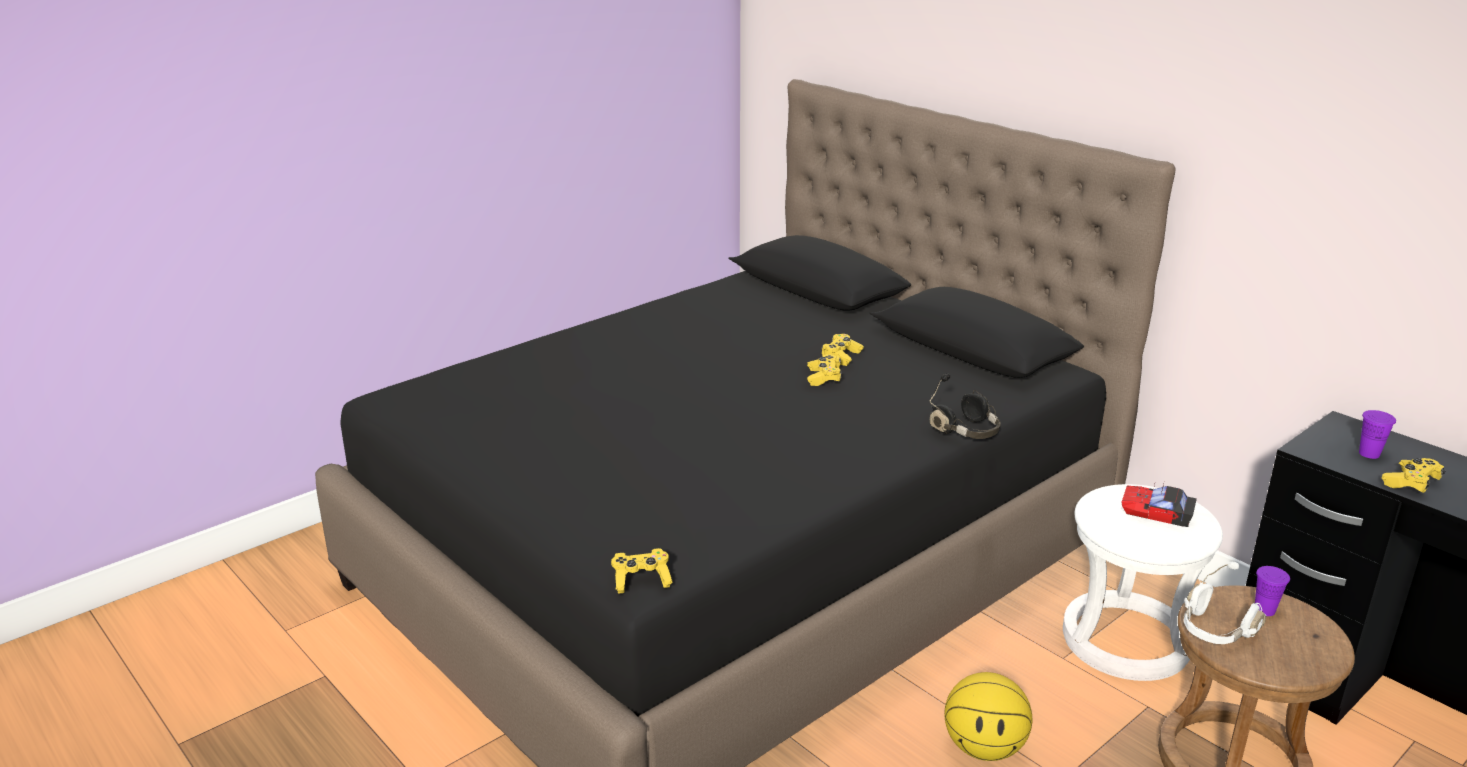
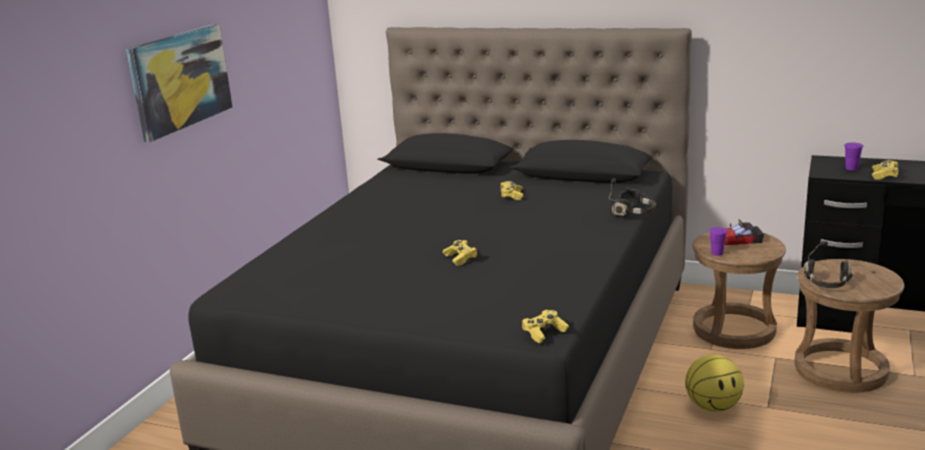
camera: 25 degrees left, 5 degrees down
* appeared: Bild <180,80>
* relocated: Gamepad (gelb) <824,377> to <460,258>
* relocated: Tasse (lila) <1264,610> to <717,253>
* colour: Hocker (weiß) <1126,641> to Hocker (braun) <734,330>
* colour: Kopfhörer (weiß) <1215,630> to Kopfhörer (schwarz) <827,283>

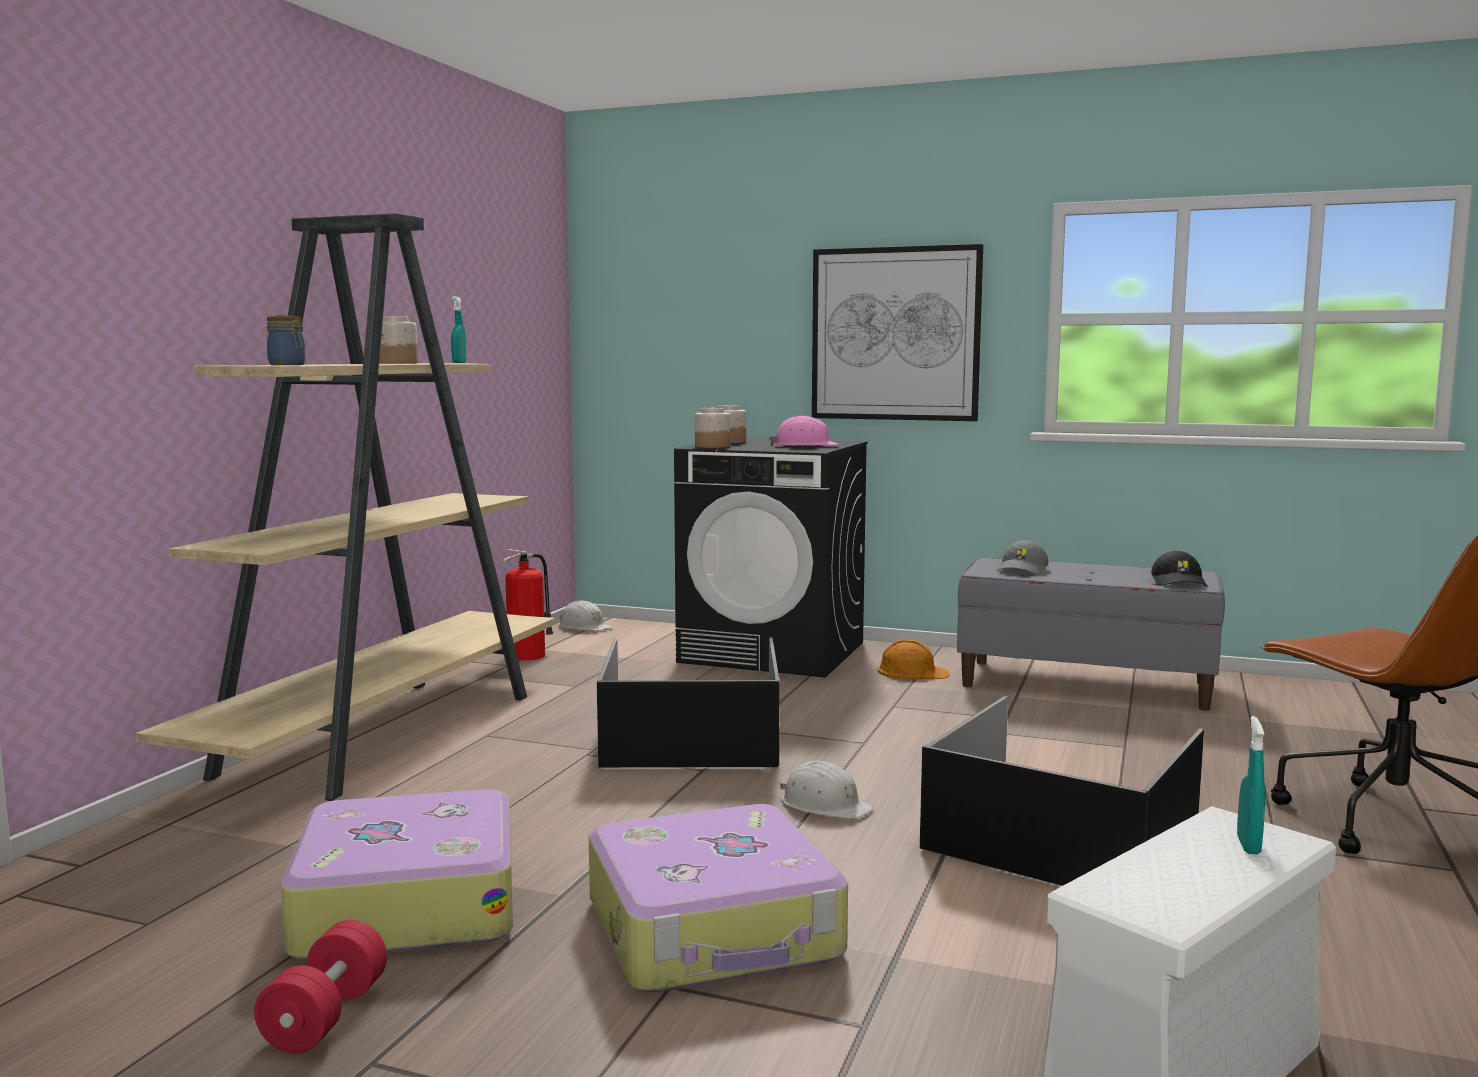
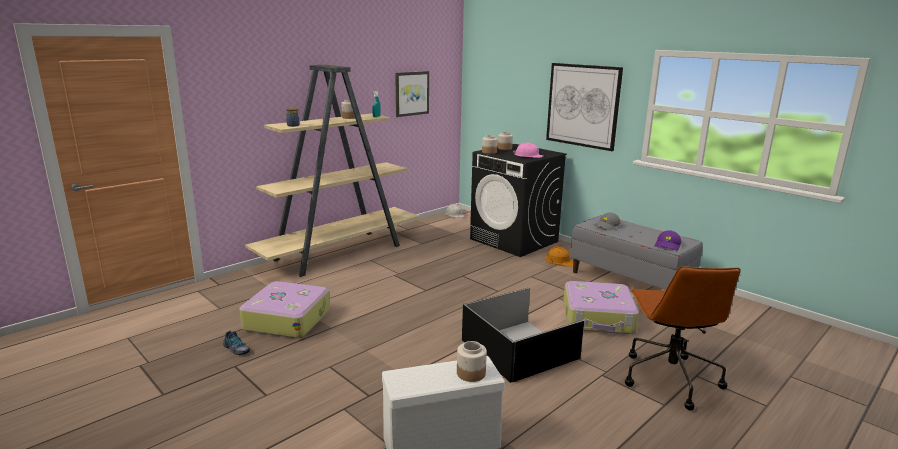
camera: 25 degrees right, 10 degrees up
* missing: Feuerlöscher <528,655>
* missing: Aufbewahrungsbox (schwarz) <694,739>
* missing: Schutzhelm (weiß) <825,805>
* appeared: Bild <411,93>
* relocated: Koffer <715,929> to <598,318>
* exchanged: Hantel (rot) <325,1016> to Schuh <236,349>
* exchanged: Sprühflasche (türkis) <1248,845> to Vorratsglas <471,373>
* colour: Kappe (schwarz) <1179,583> to Kappe (lila) <668,246>

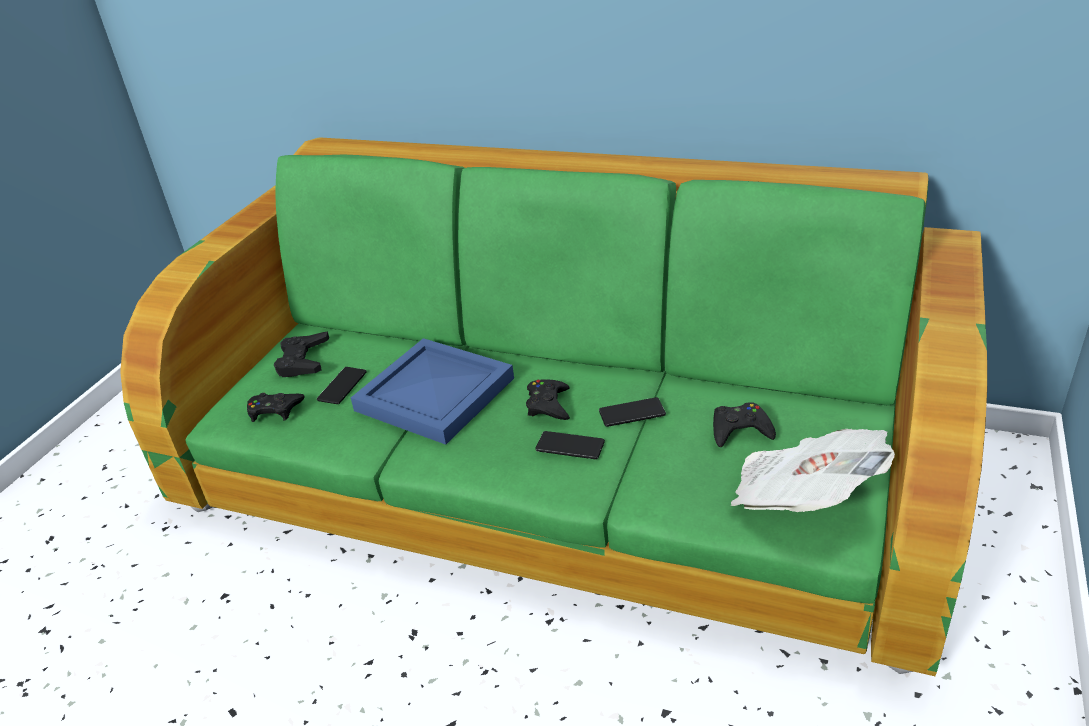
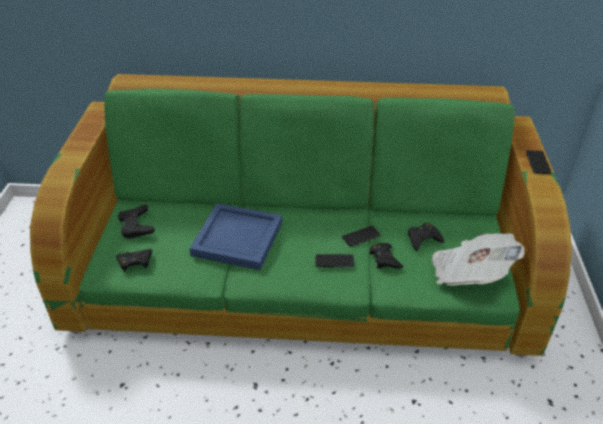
camera: 20 degrees left, 5 degrees up
* relocated: Handy <342,386> to <538,162>
* relocated: Gamepad (schwarz) <548,405> to <384,259>

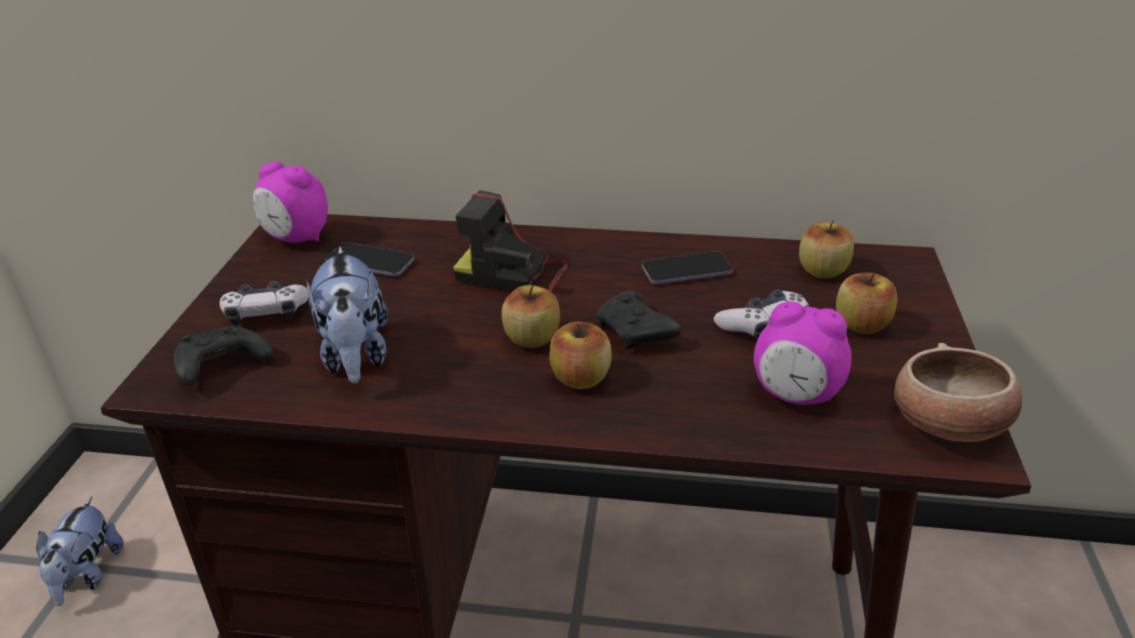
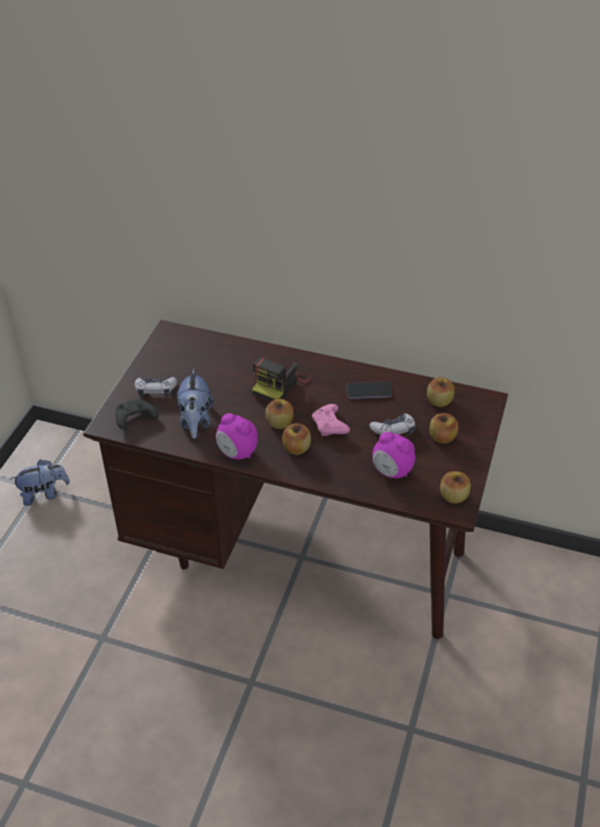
camera: 10 degrees right, 10 degrees up
* missing: Handy <370,262>
* relocated: Wecker <296,238> to <237,453>
* exchanged: Schüssel <947,425> to Apfel <453,496>
* colour: Gamepad (schwarz) <635,333> to Gamepad (rosa) <330,426>
* spun: Plüschtier <87,575> = <44,494> 120 degrees counterclockwise
* spun: Kamera <514,278> = <279,384> 90 degrees counterclockwise

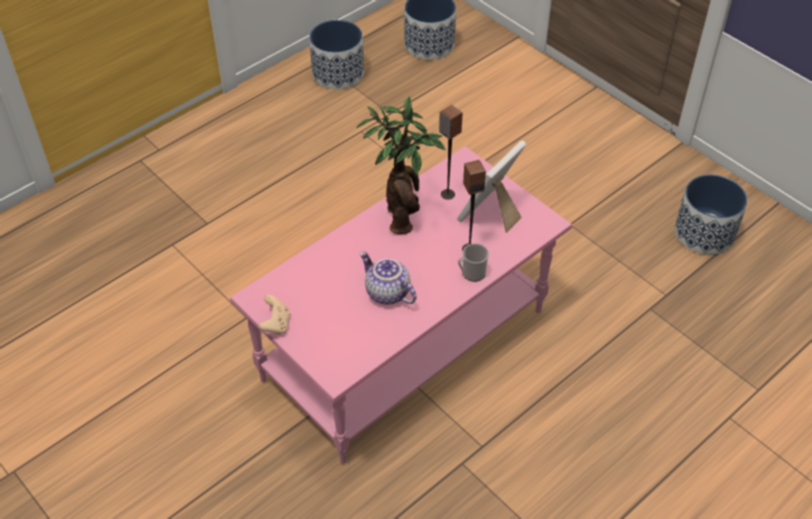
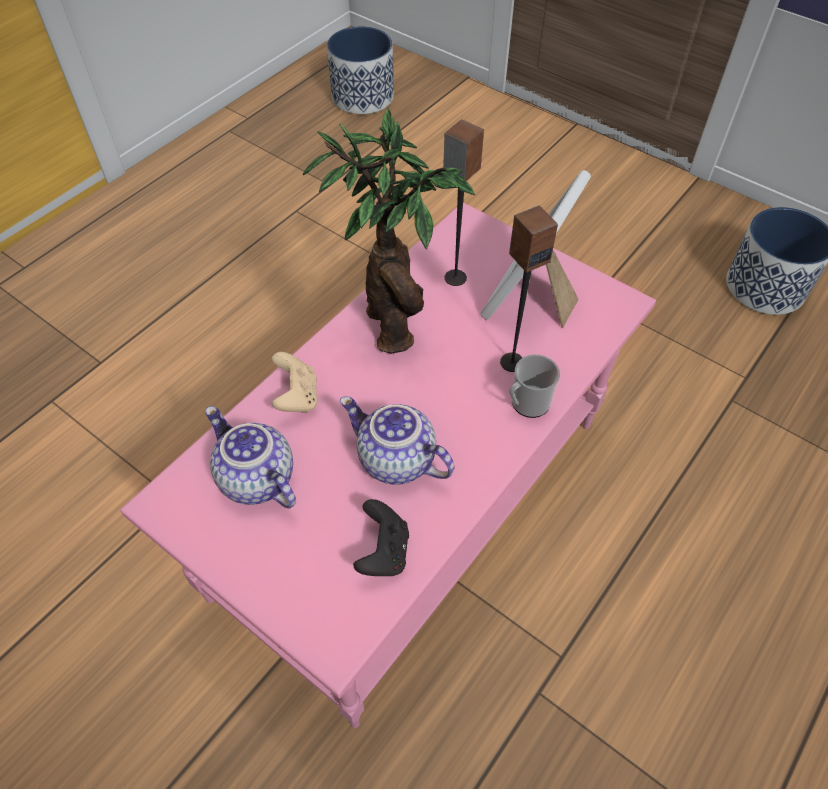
camera: 10 degrees left, 5 degrees up
* missing: Pflanzkübel <337,73>
* appeared: Teekanne <255,479>
* appeared: Gamepad (schwarz) <383,552>
* relocated: Gamepad (beige) <276,324> to <297,397>

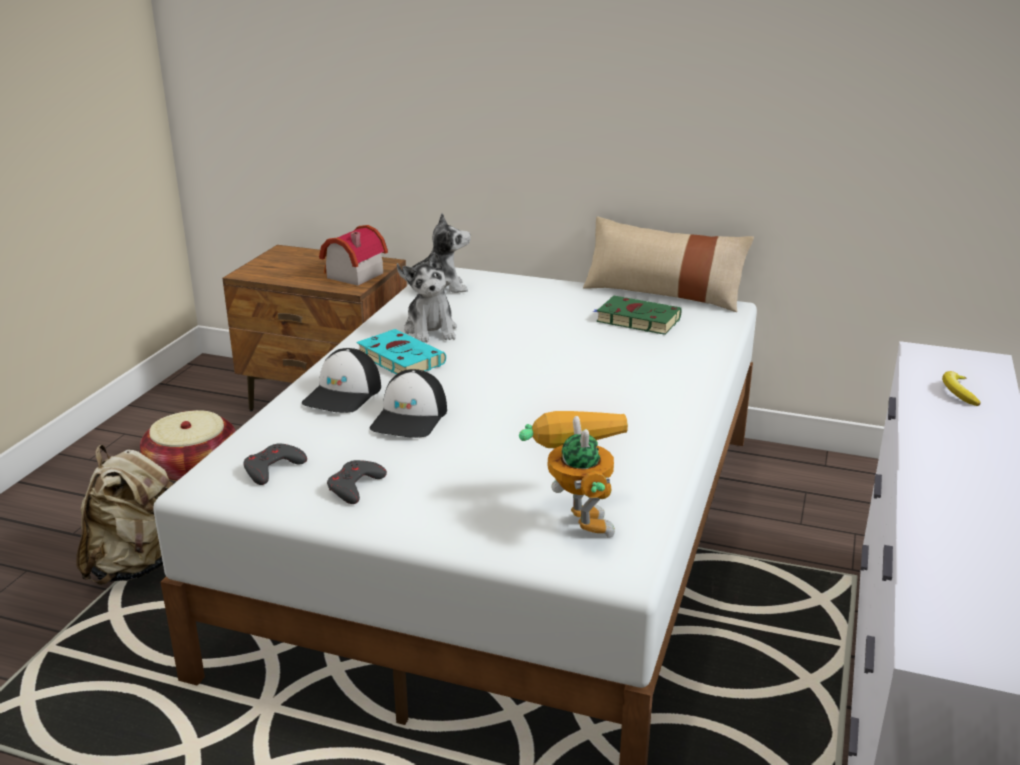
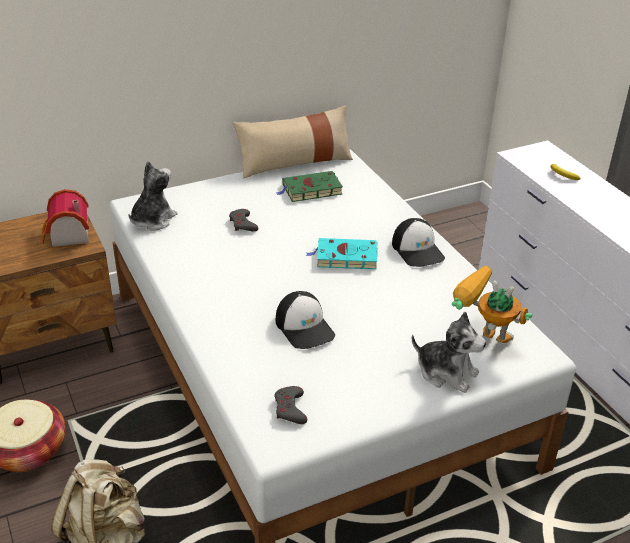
camera: 45 degrees left, 10 degrees up
* relocated: Kappe <343,394> to <418,250>
* relocated: Gamepad (grau) <355,486> to <243,224>
* relocated: Buch (türkis) <398,358> to <344,257>
* relocated: Plüschtier <431,330> to <446,372>

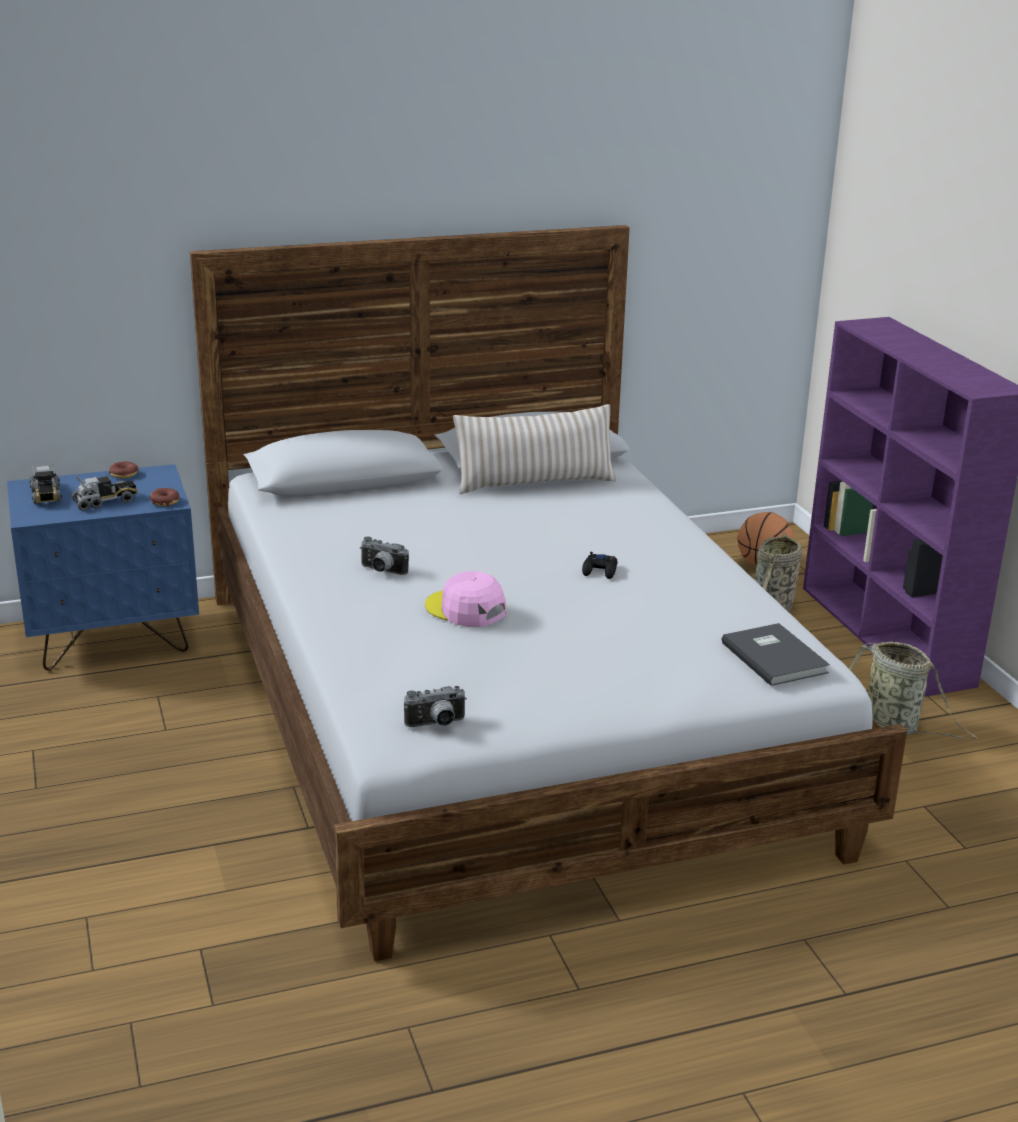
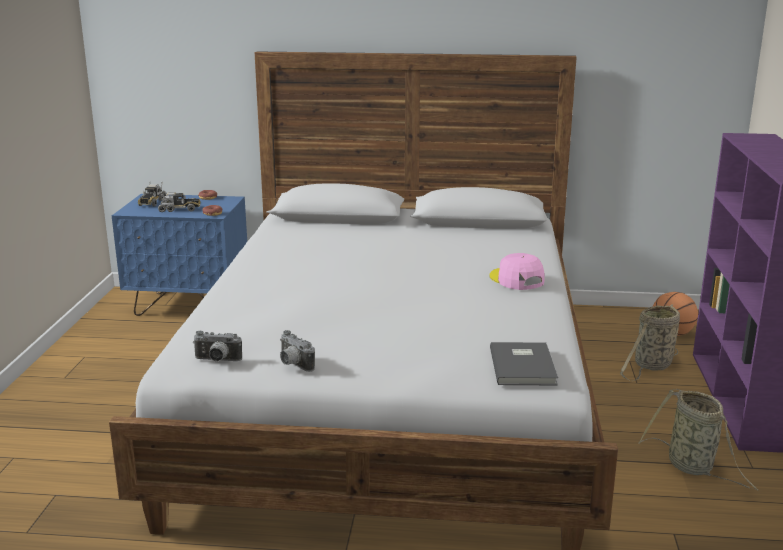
camera: 25 degrees right, 5 degrees down
* missing: Kissen (beige) <535,483>
* missing: Gamepad (schwarz) <600,571>
* relocated: Kamera <381,571> to <293,365>
* relocated: Kappe (rosa) <465,609> to <516,279>

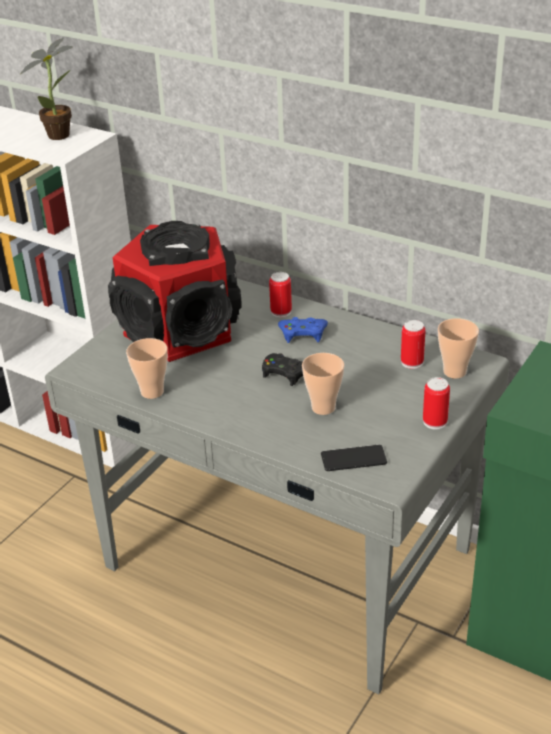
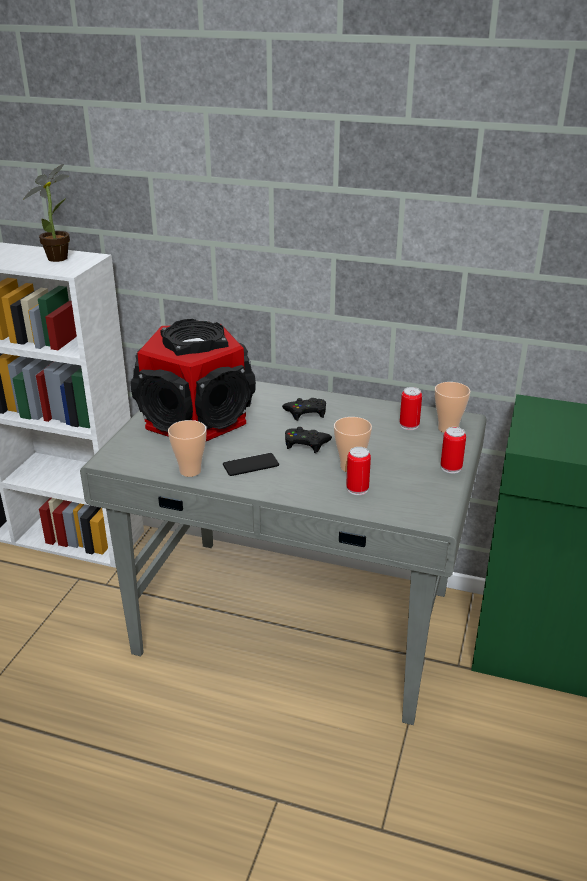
camera: 15 degrees left, 5 degrees down
* relocated: Dose <281,312> to <357,489>
* relocated: Handy <353,459> to <251,465>
* colour: Gamepad (blau) <303,333> to Gamepad (schwarz) <306,412>

